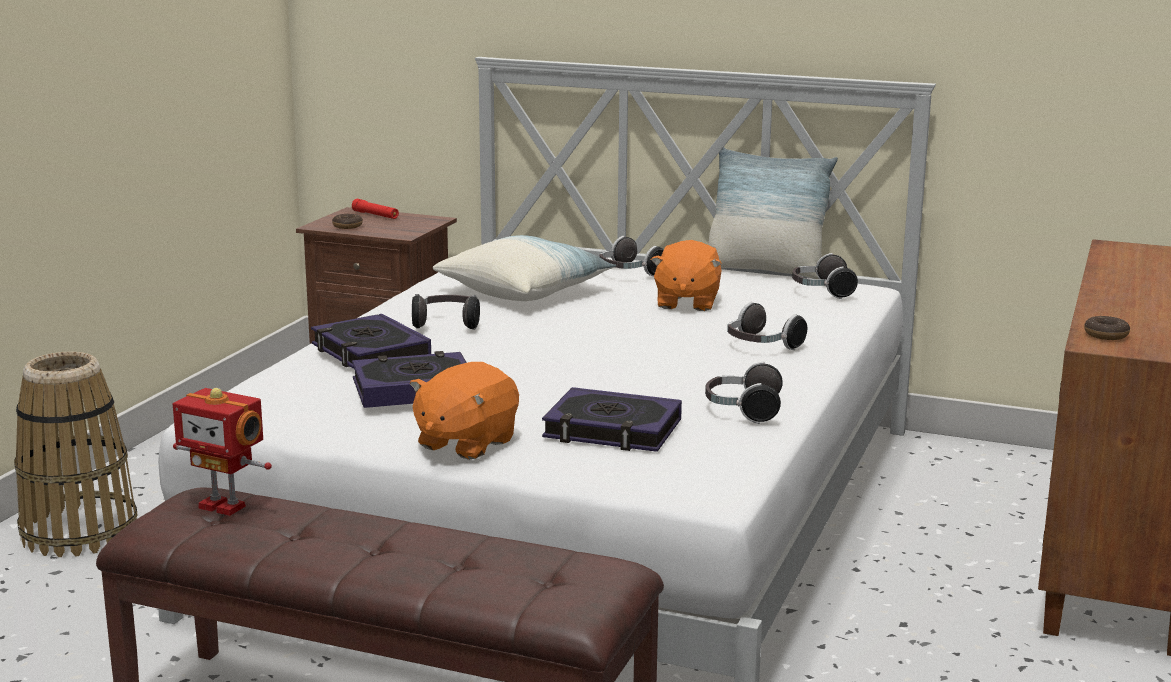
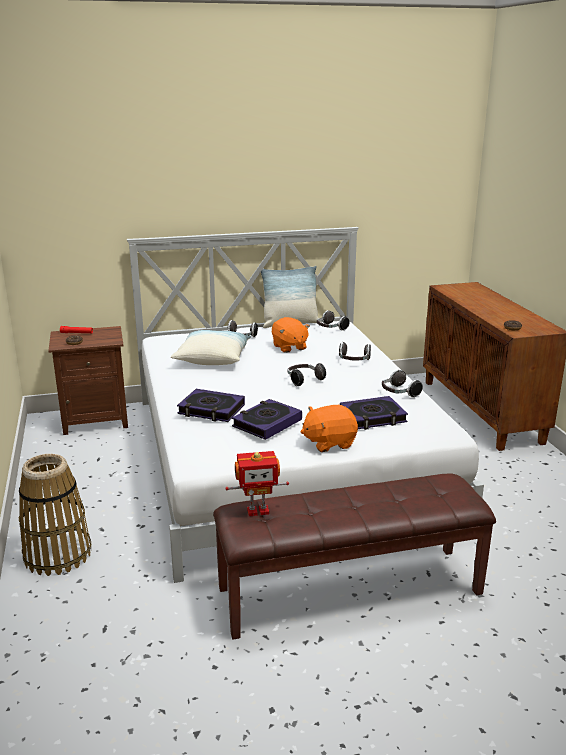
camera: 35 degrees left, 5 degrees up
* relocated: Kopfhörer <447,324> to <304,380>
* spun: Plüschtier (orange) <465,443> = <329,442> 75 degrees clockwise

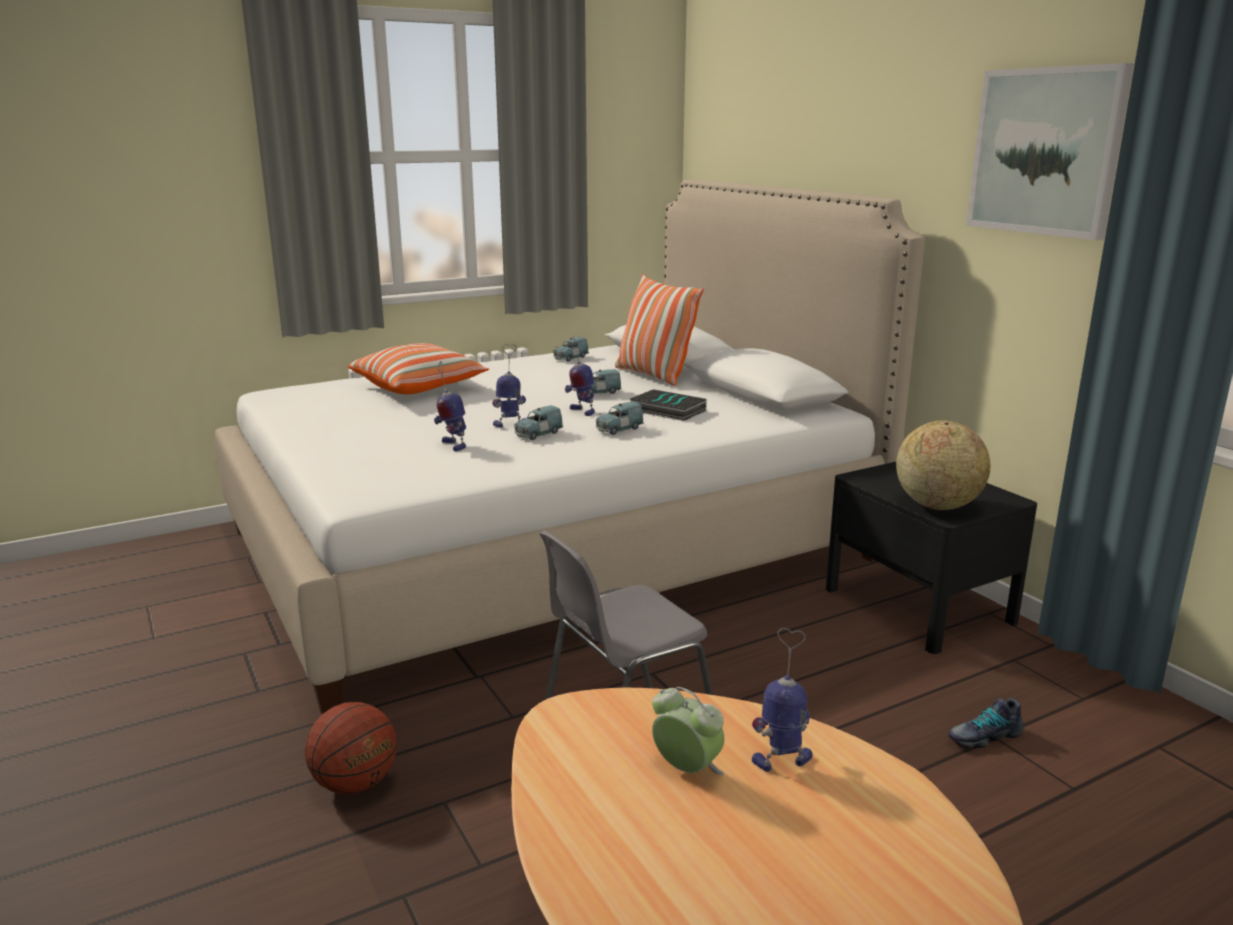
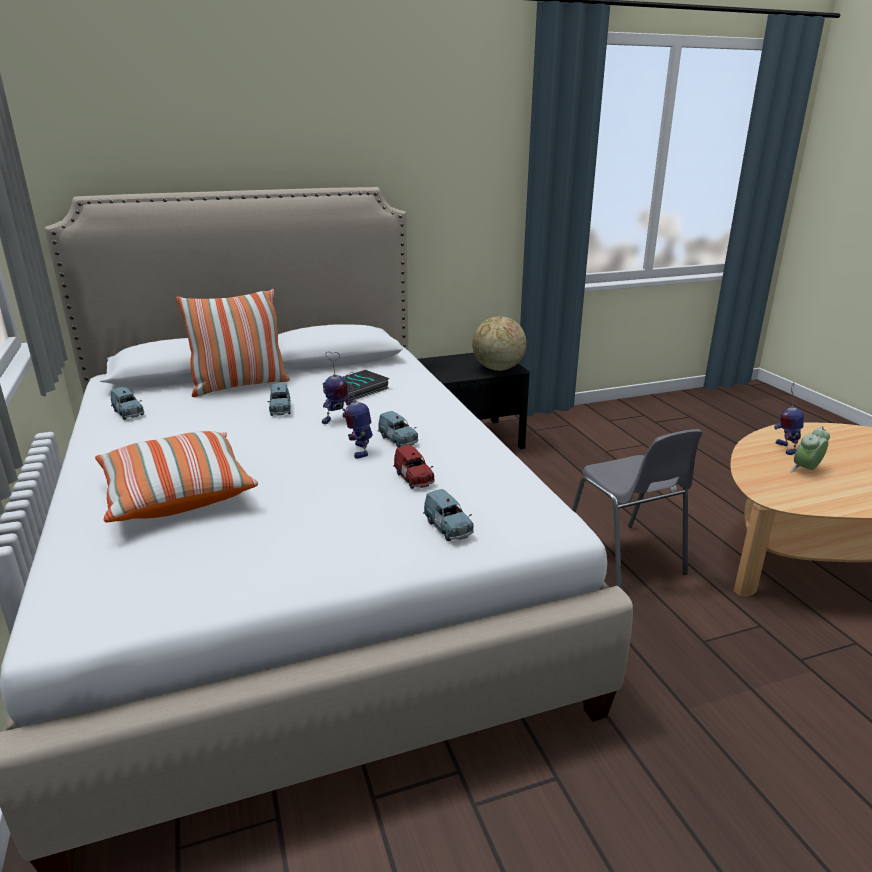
camera: 80 degrees left, 5 degrees up
* missing: Basketball <355,784>
* missing: Schuh <983,736>
* missing: Bild <1046,151>
* relocated: Spielzeugauto (blau) <618,429> to <448,528>
* exchanged: Spielzeugroboter <452,445> to Spielzeugauto (rot) <414,478>

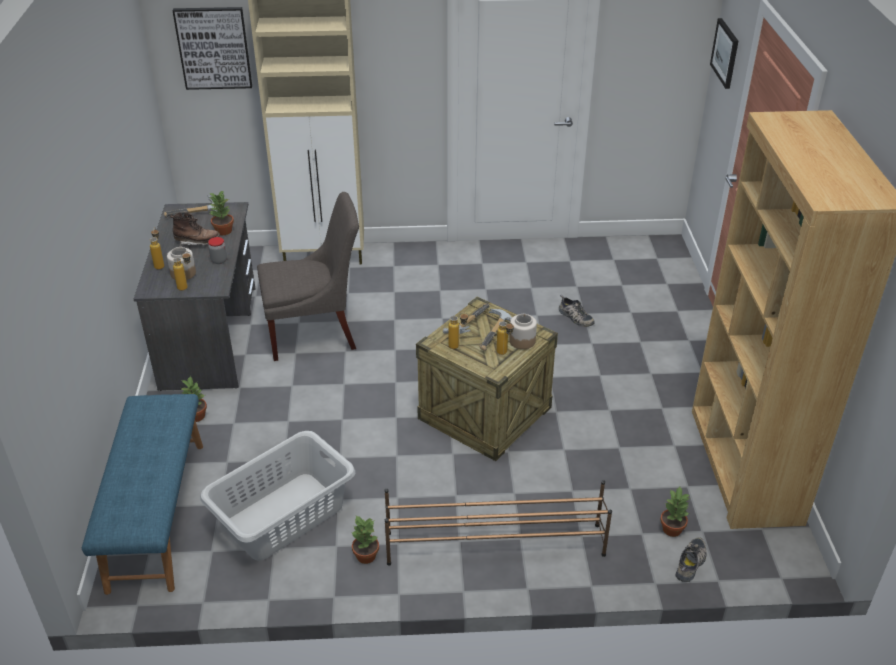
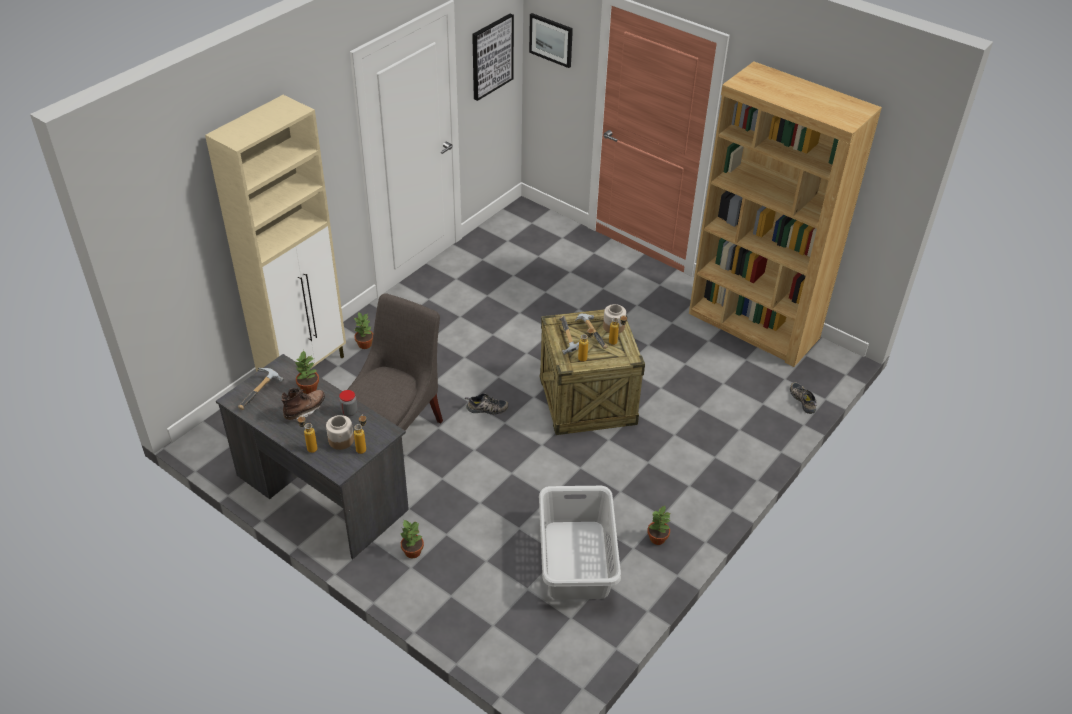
camera: 50 degrees left, 5 degrees up
* missing: Bank (blau) <156,514>
* missing: Schuhregal (braun) <494,543>
* relocated: Bild <213,48> to <491,56>
* relocated: Schuh <574,317> to <487,409>
* relocated: Topfpflanze <672,529> to <365,344>

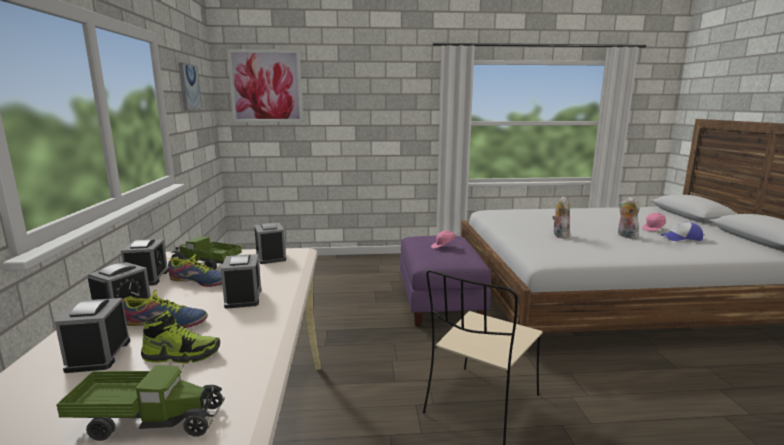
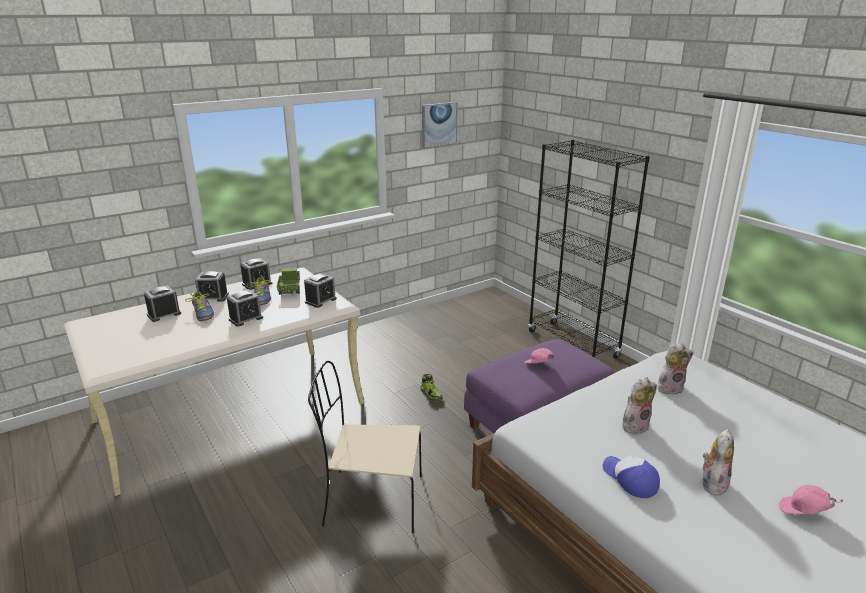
camera: 60 degrees right, 10 degrees up
* missing: Spielzeuglaster <148,420>
* missing: Bild <266,86>
* appeared: Bücherregal (schwarz) <572,344>
* appeared: Plüschtier <670,388>
* relocated: Schuh <182,355> to <431,395>
* relocated: Kappe <681,238> to <630,479>

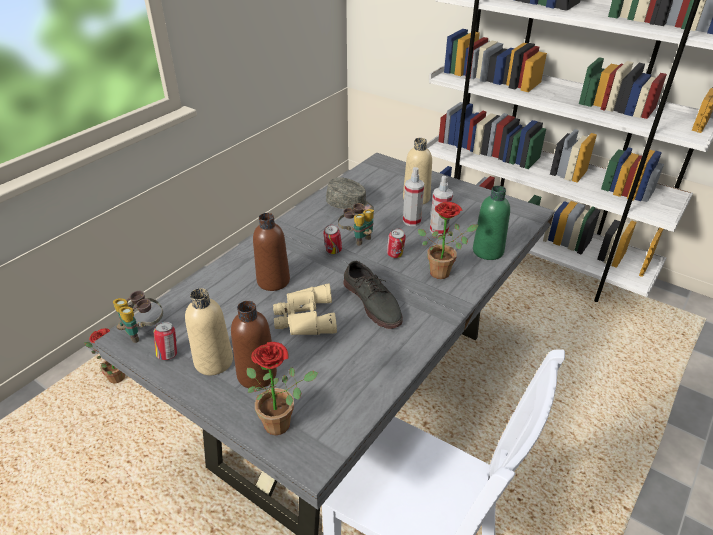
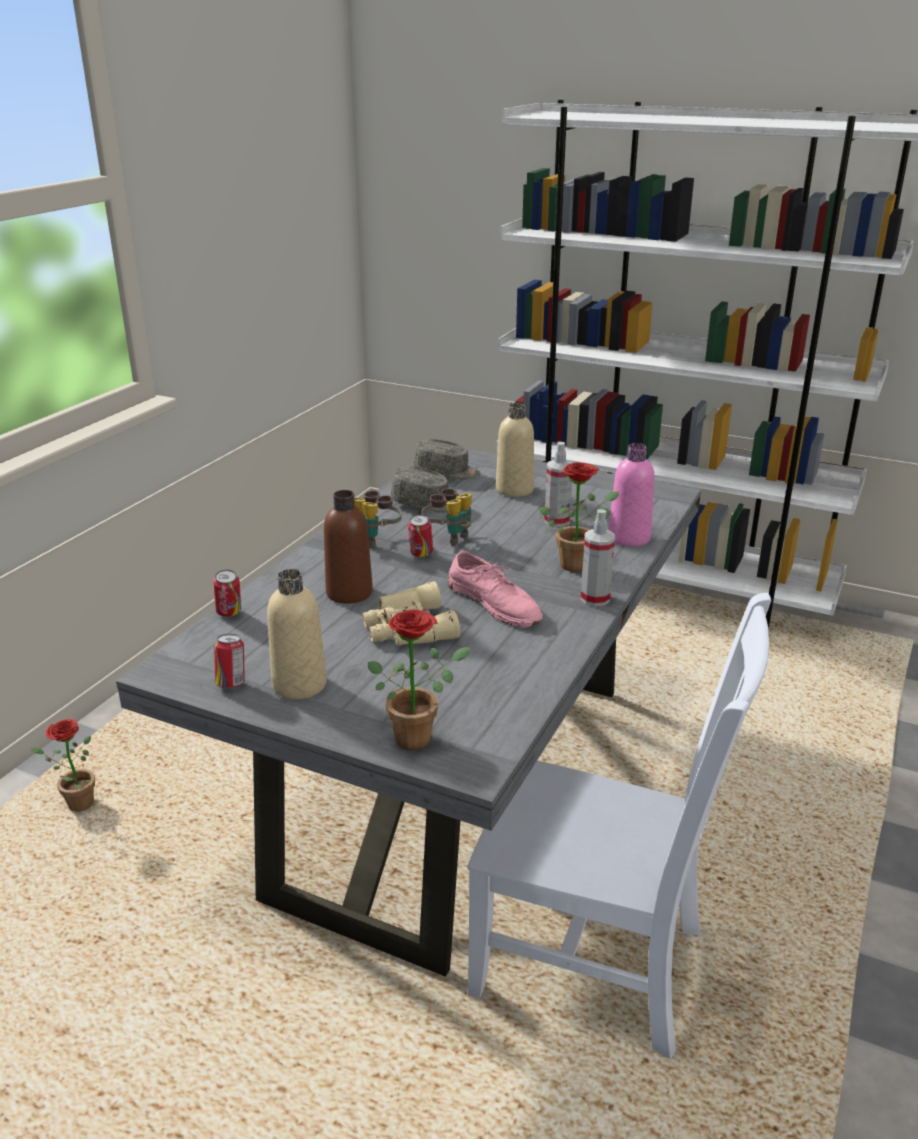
camera: 10 degrees left, 10 degrees down
* missing: Flasche (braun) <257,374>
* appeared: Kappe (grau) <447,473>
* relocated: Fernglas <143,331> to <375,540>
* relocated: Dose <395,255> to <229,614>
* relocated: Sprühflasche <412,221> to <595,598>
* colour: Schuh (grau) <373,302> to Schuh (rosa) <495,602>
* colour: Flasche (grün) <488,251> to Flasche (rosa) <629,538>

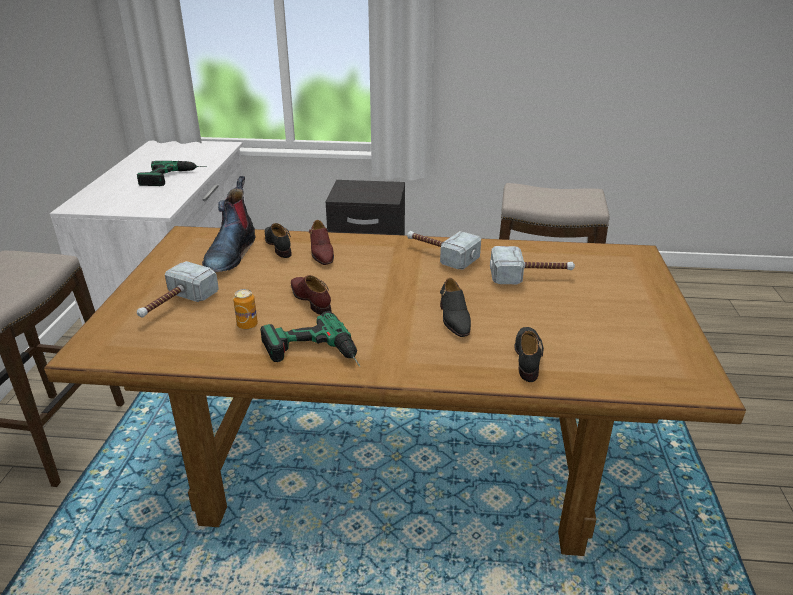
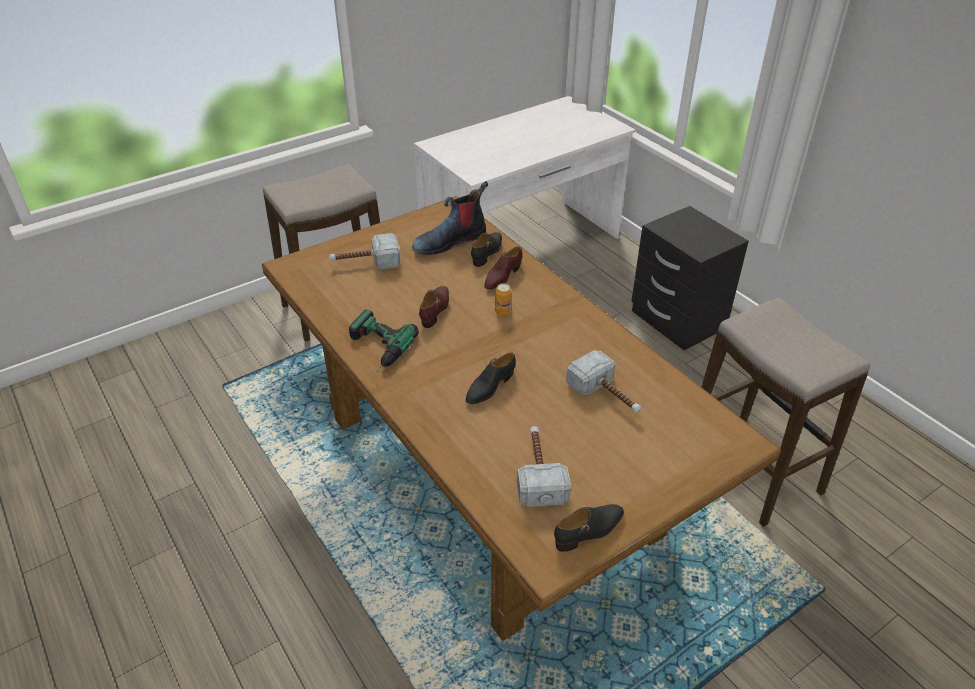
camera: 50 degrees right, 10 degrees up
* missing: Bohrmaschine <174,177>
* relocated: Dose <247,325> to <503,311>
* relocated: Hammer <439,254> to <539,471>
* relocated: Schuh (schwarz) <528,357> to <589,531>

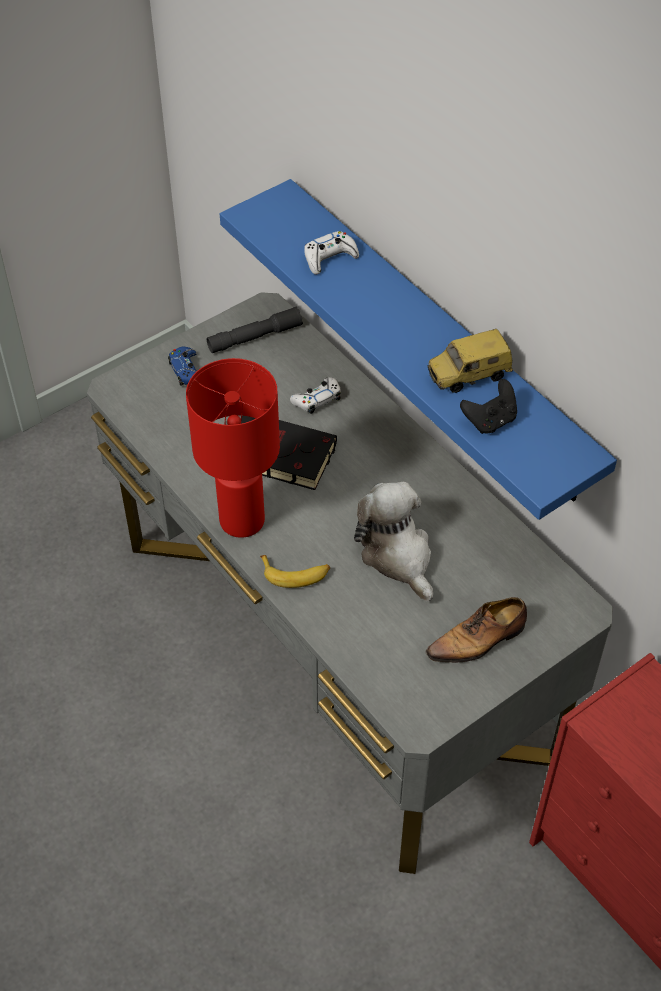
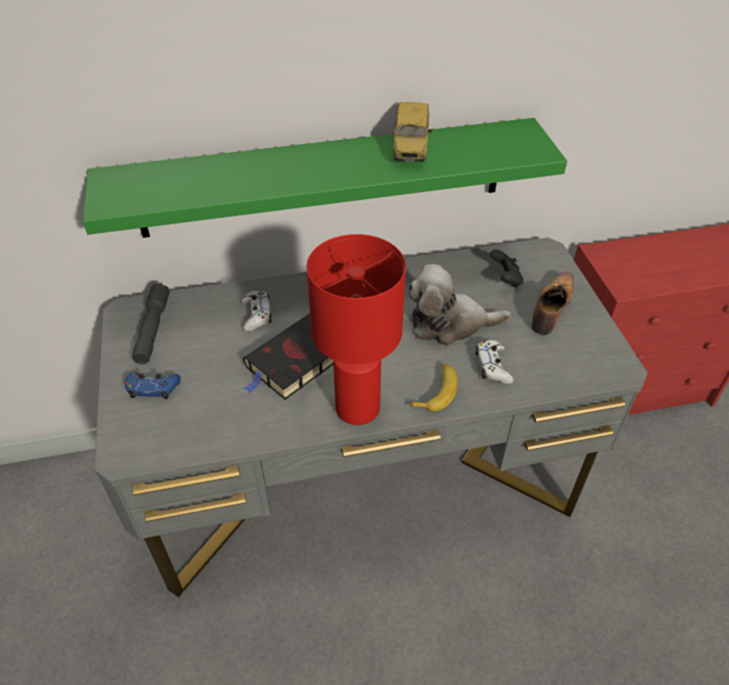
camera: 65 degrees left, 5 degrees down
* relocated: Gamepad (weiß) <329,258> to <493,366>
* relocated: Gamepad (schwarz) <490,421> to <505,280>
* colour: Wandregal (blau) <436,340> to Wandregal (grün) <323,178>
* spun: Schuh <478,640> = <551,308> 150 degrees counterclockwise

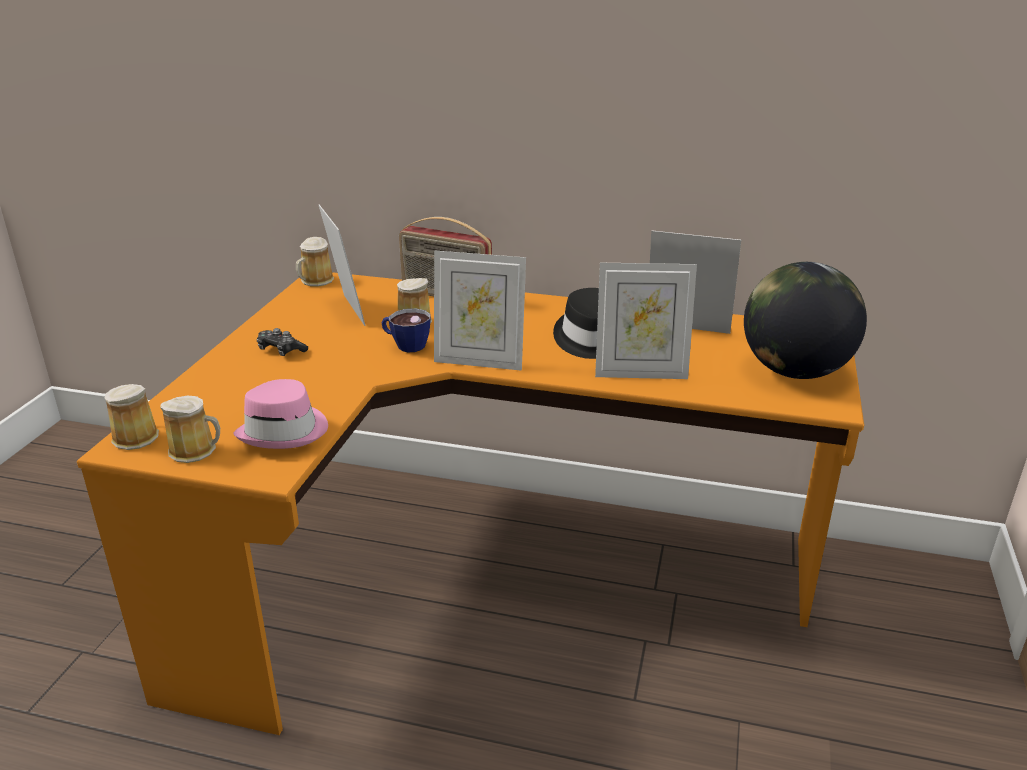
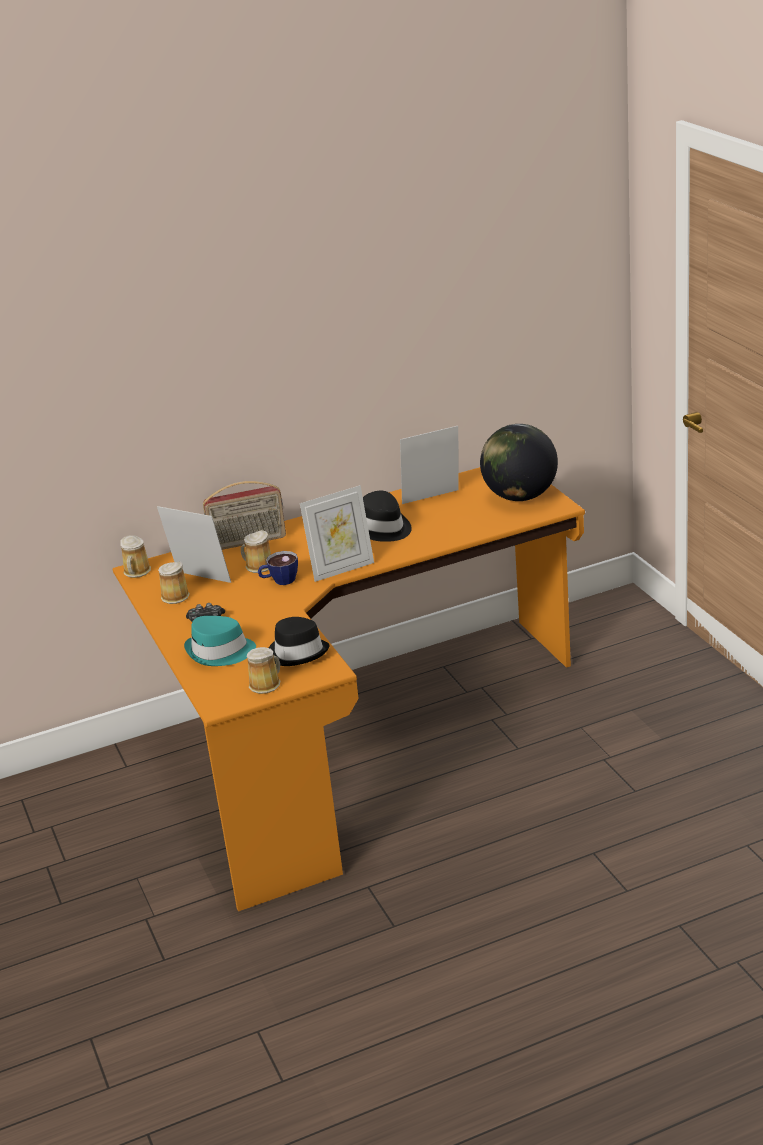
camera: 35 degrees left, 0 degrees up
* missing: Bilderrahmen <640,373>
* appeared: Hut (türkis) <220,652>
* relocated: Henkelbecher <137,436> to <174,596>
* colour: Hut (rosa) <285,431> to Hut (schwarz) <297,652>

